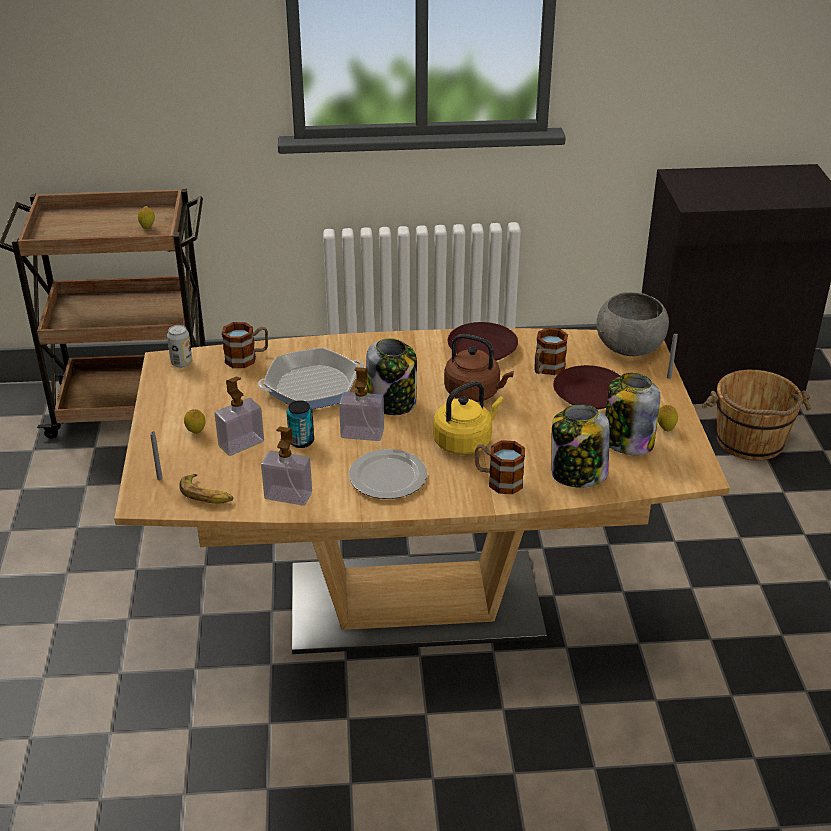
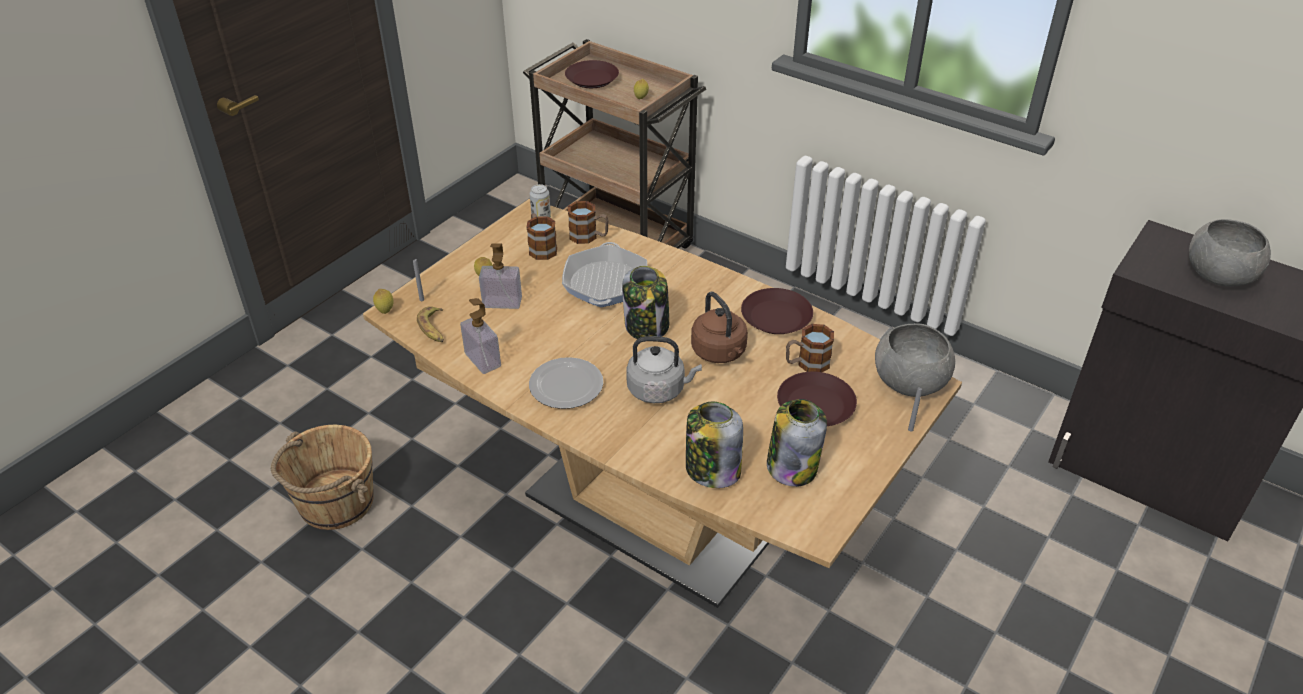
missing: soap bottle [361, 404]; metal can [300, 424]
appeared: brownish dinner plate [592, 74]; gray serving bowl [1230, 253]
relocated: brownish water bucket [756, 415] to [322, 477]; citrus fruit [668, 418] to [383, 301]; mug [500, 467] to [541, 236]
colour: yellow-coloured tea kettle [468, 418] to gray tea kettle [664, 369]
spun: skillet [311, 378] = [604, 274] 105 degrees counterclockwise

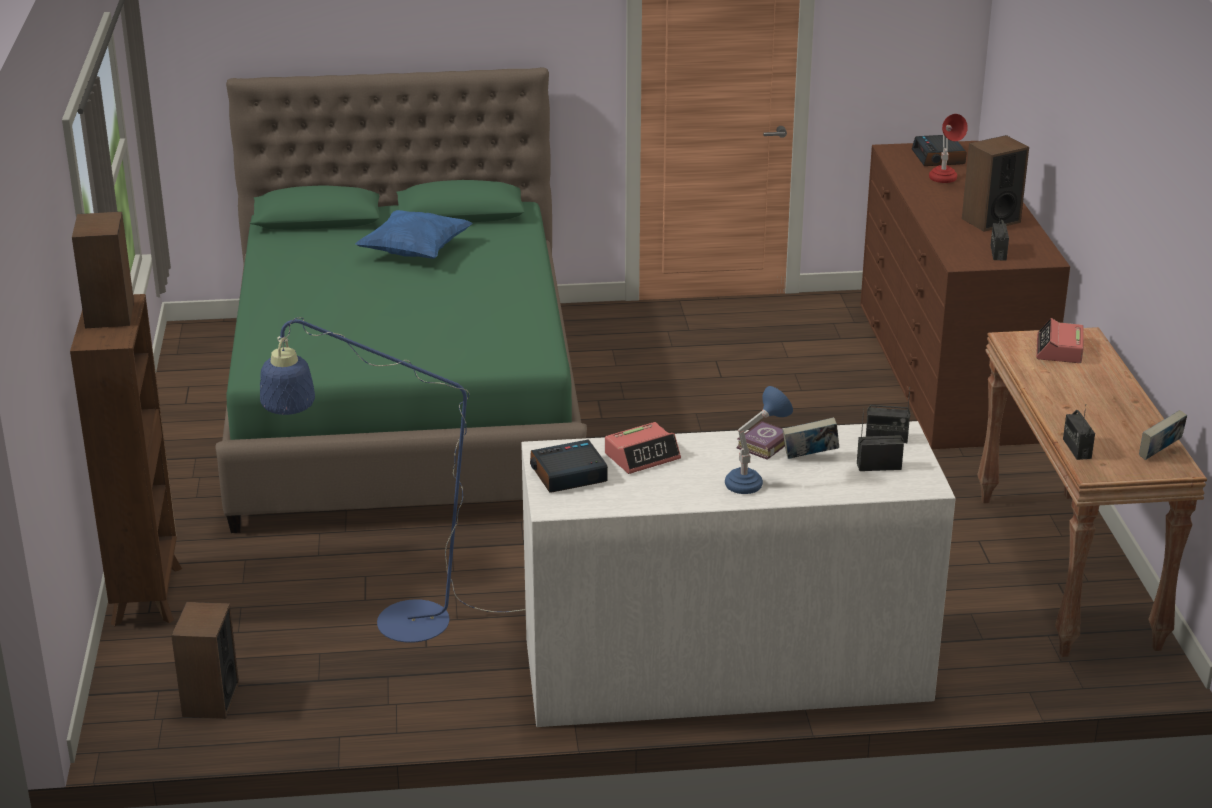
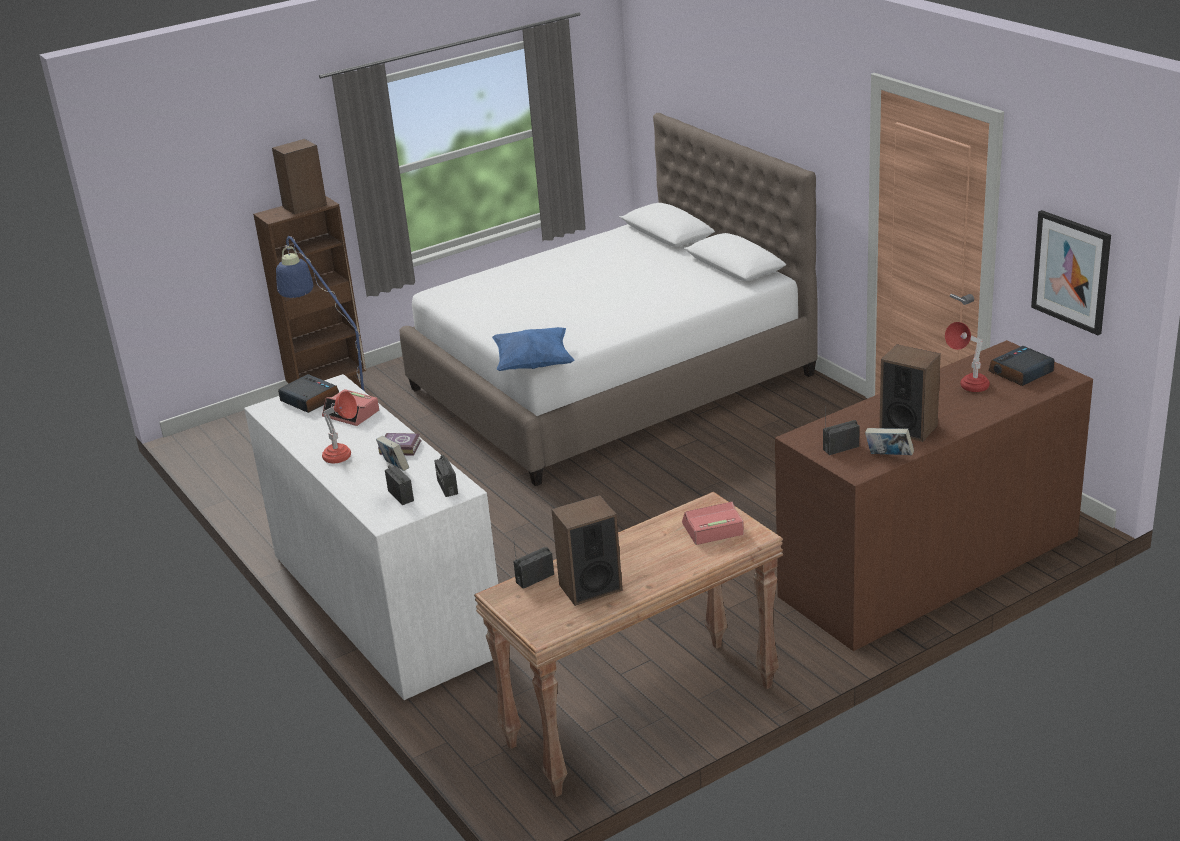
appeared: wall art [1071, 272]
relocated: blue throw pillow [414, 234] to [533, 349]; bound book [1163, 435] to [889, 441]; audio speaker [205, 660] to [586, 550]
colour: greenish bedroom bed [401, 300] to white-coloured bedroom bed [608, 299]; blue lamp for a table [759, 440] to red-coloured lamp for a table [339, 427]

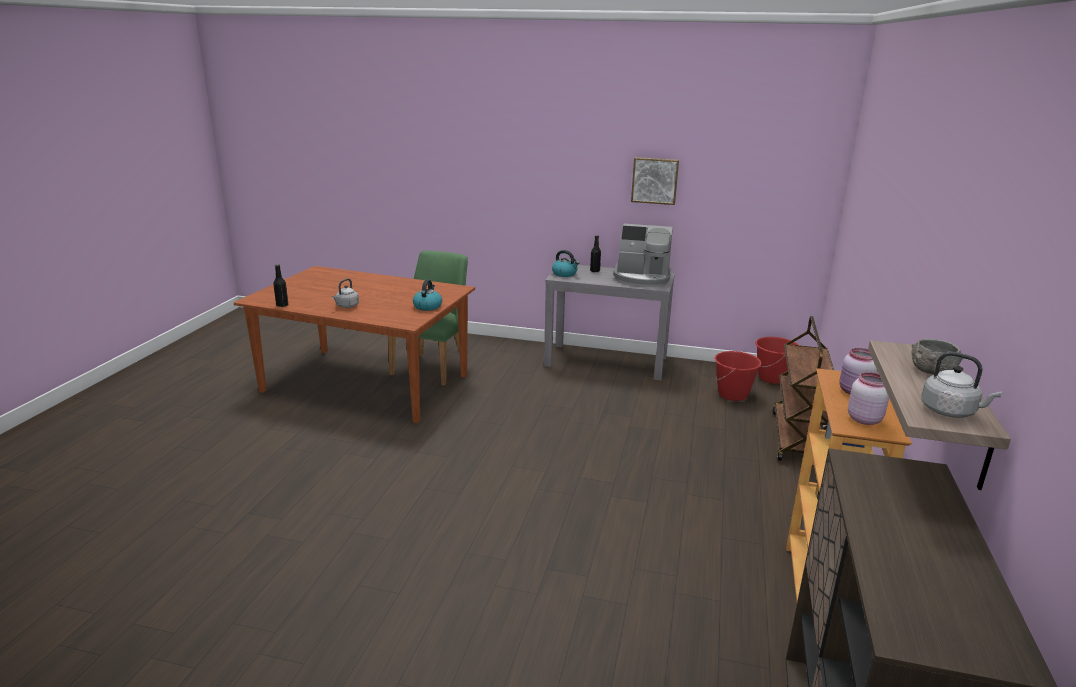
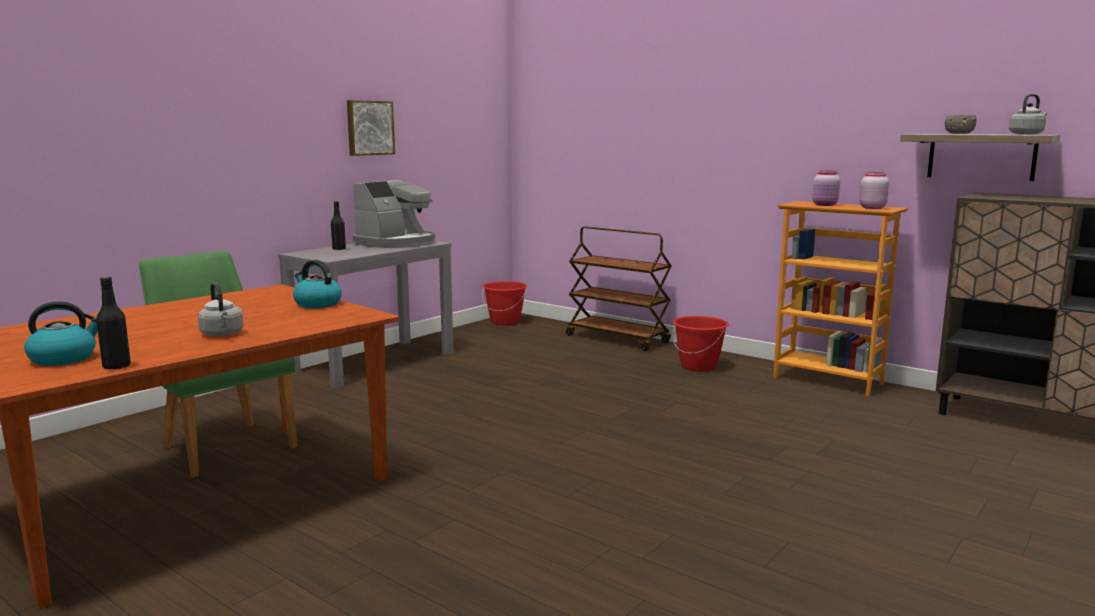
relocated: tea kettle [565, 263] to [61, 333]; red-coloured water bucket [738, 376] to [701, 344]

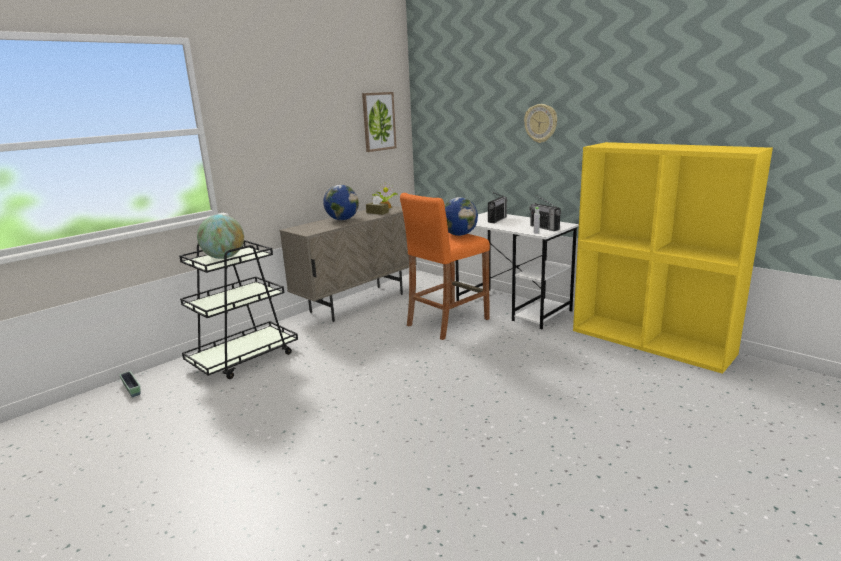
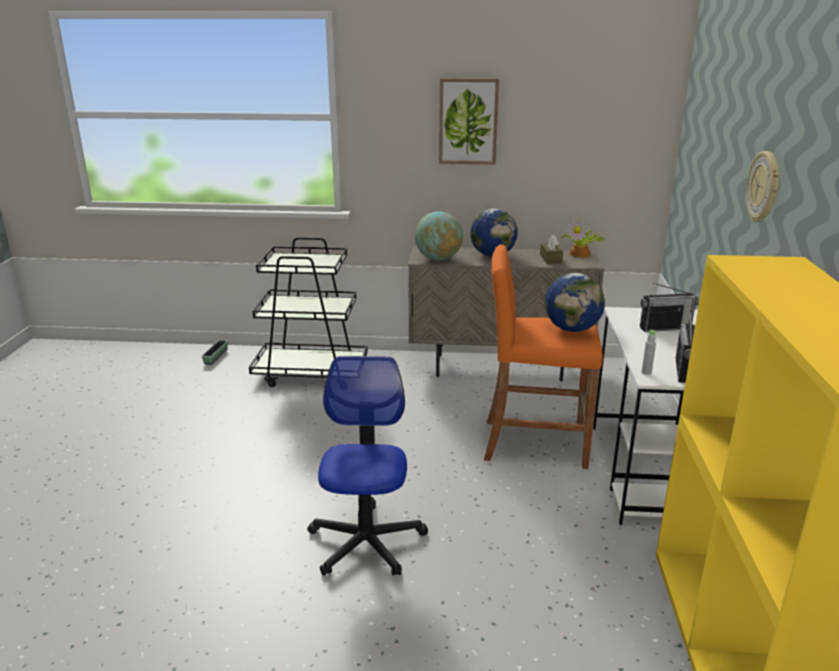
appeared: office chair [368, 466]
relocated: wall art [379, 122] to [469, 121]; globe [220, 236] to [439, 235]

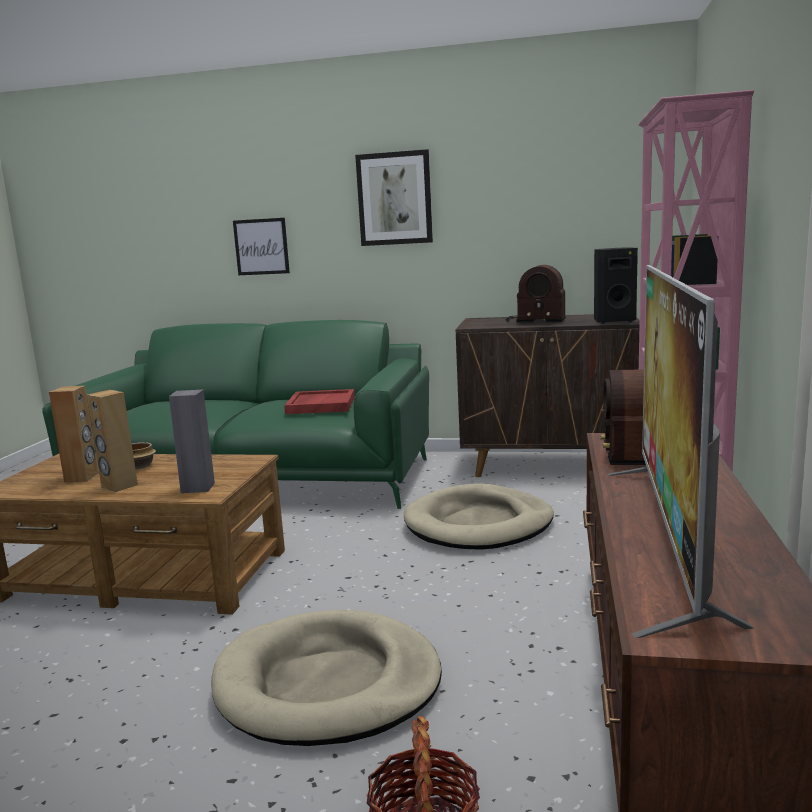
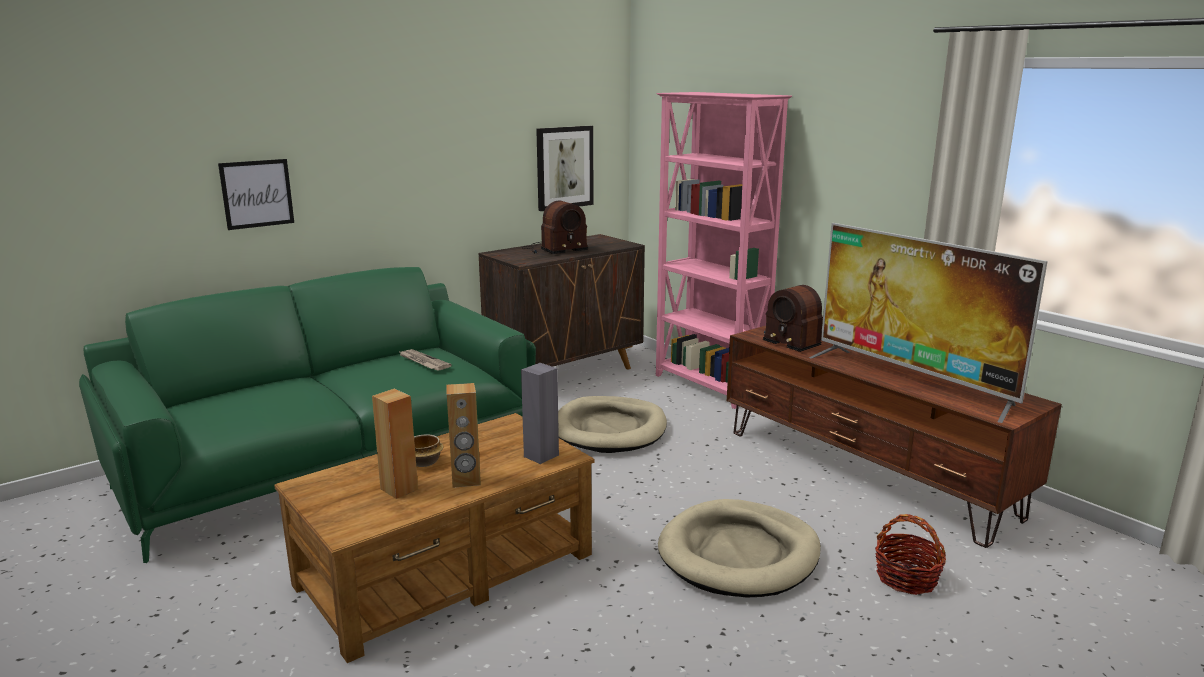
missing: black audio speaker [616, 285]
relocated: wall art [394, 197] to [564, 168]
exchanged: red-coloured tray [319, 401] to printed paper [425, 360]

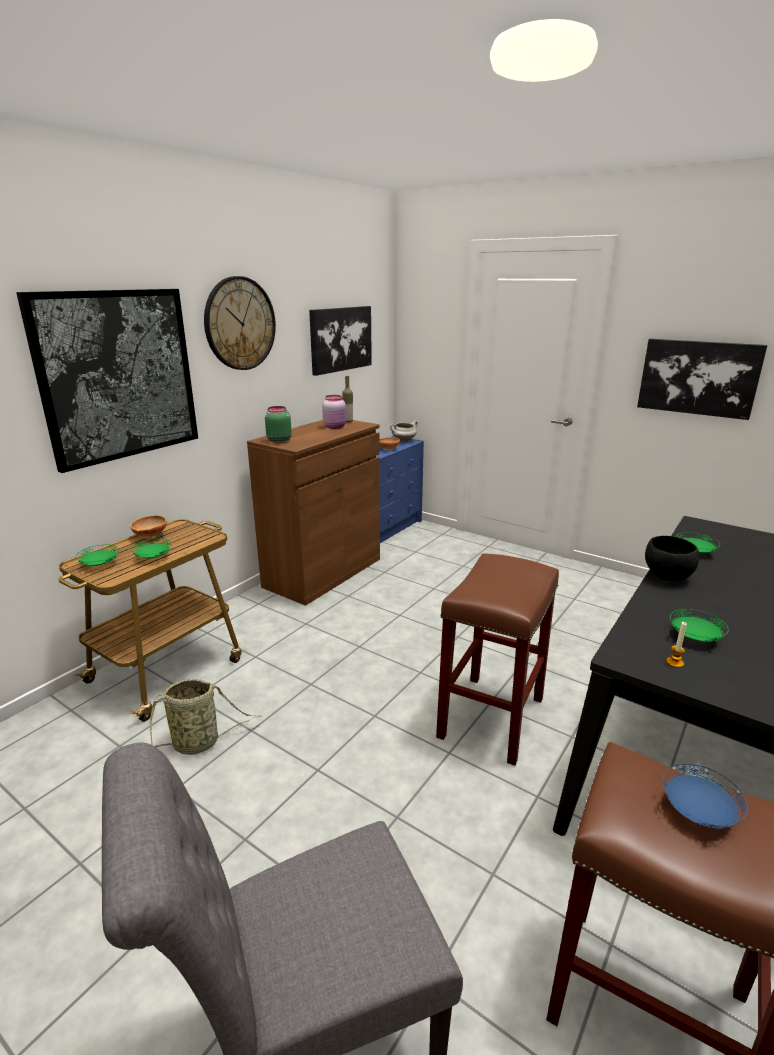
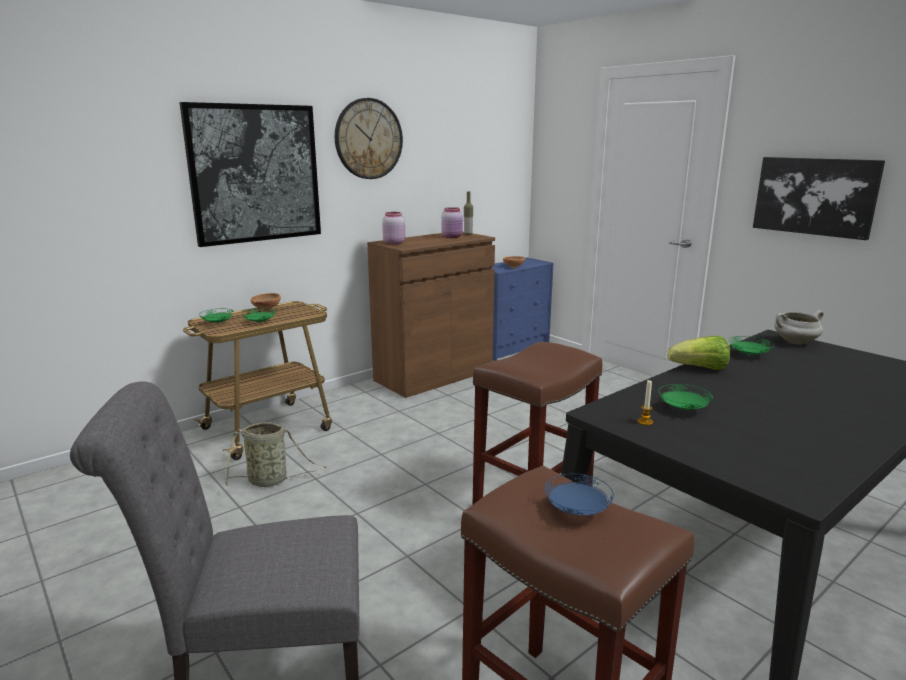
missing: wall art [340, 341]
relocated: white-coloured cooking pot [404, 431] to [799, 327]
exchanged: black serving bowl [672, 558] to lettuce head [698, 353]
colour: greenish storage jar [278, 424] to pink storage jar [393, 228]

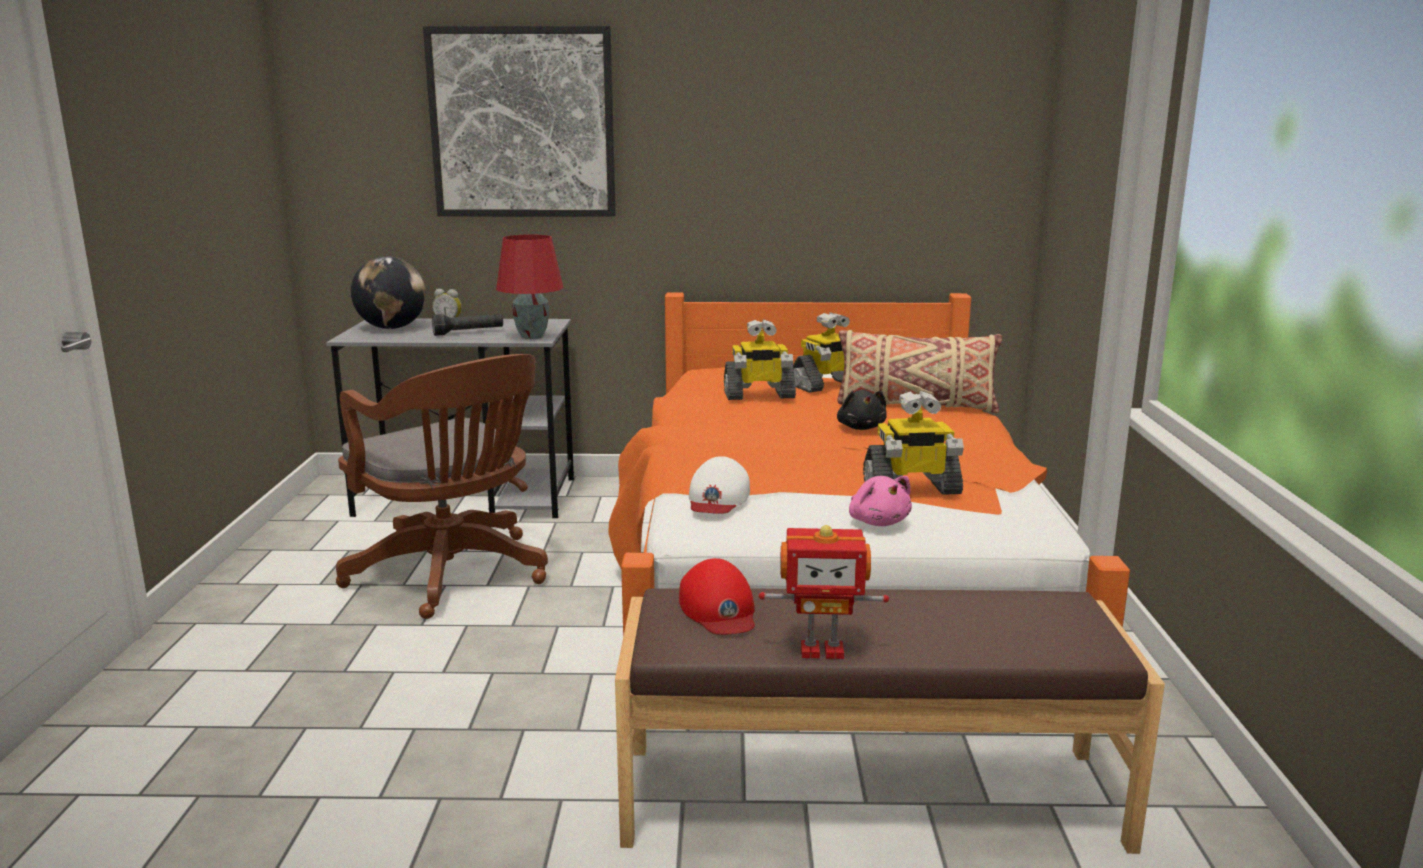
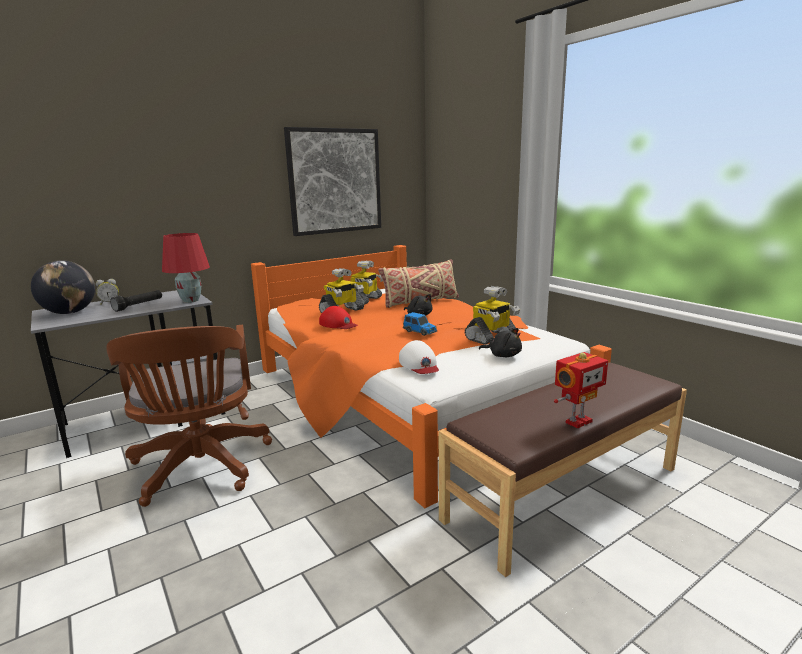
appeared: toy car [420, 324]
relocated: wall art [519, 121] to [332, 181]; red-coloured baseball cap [717, 596] to [338, 317]
colour: pink plush toy [880, 501] to black plush toy [500, 342]
spun: brownish office chair [442, 486] = [189, 416] 60 degrees clockwise

